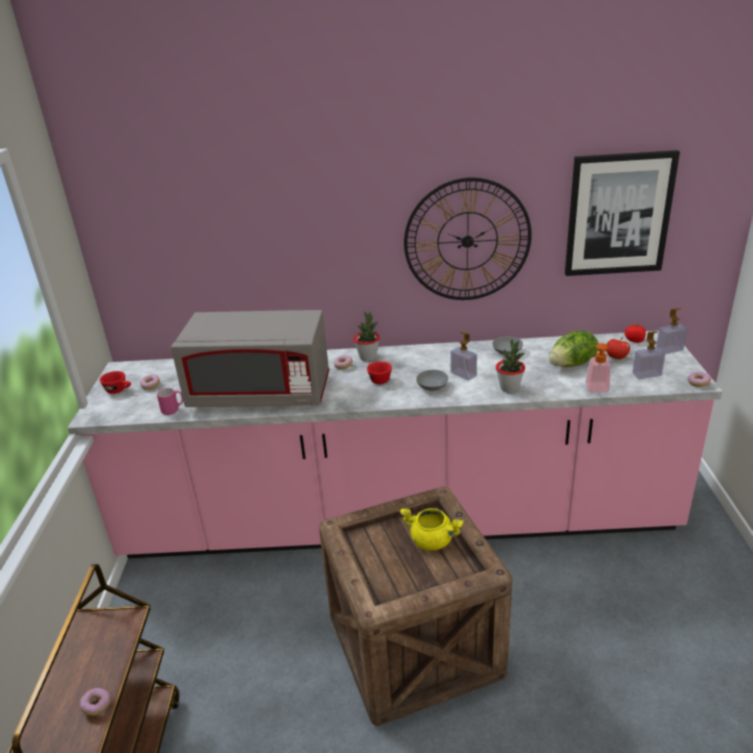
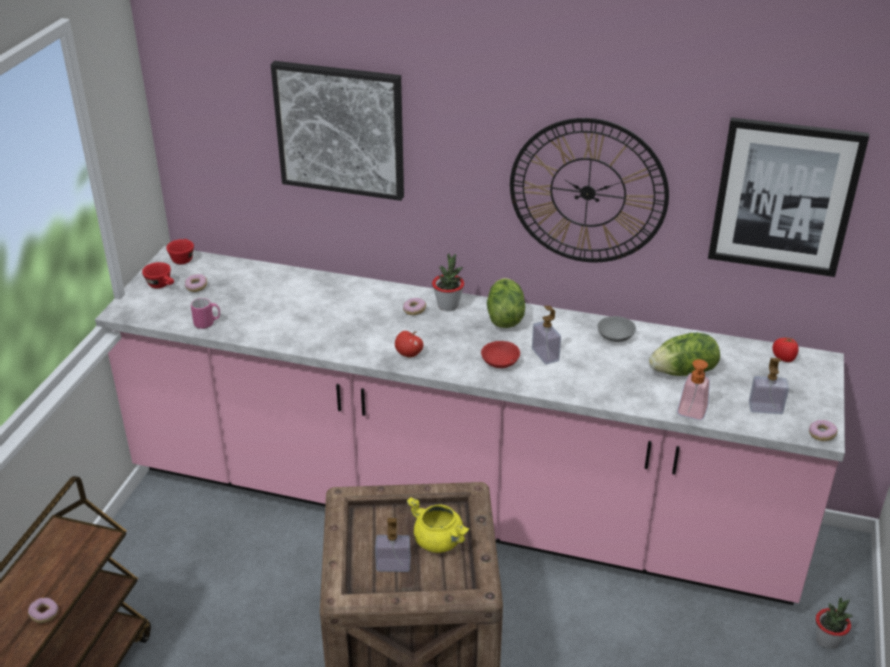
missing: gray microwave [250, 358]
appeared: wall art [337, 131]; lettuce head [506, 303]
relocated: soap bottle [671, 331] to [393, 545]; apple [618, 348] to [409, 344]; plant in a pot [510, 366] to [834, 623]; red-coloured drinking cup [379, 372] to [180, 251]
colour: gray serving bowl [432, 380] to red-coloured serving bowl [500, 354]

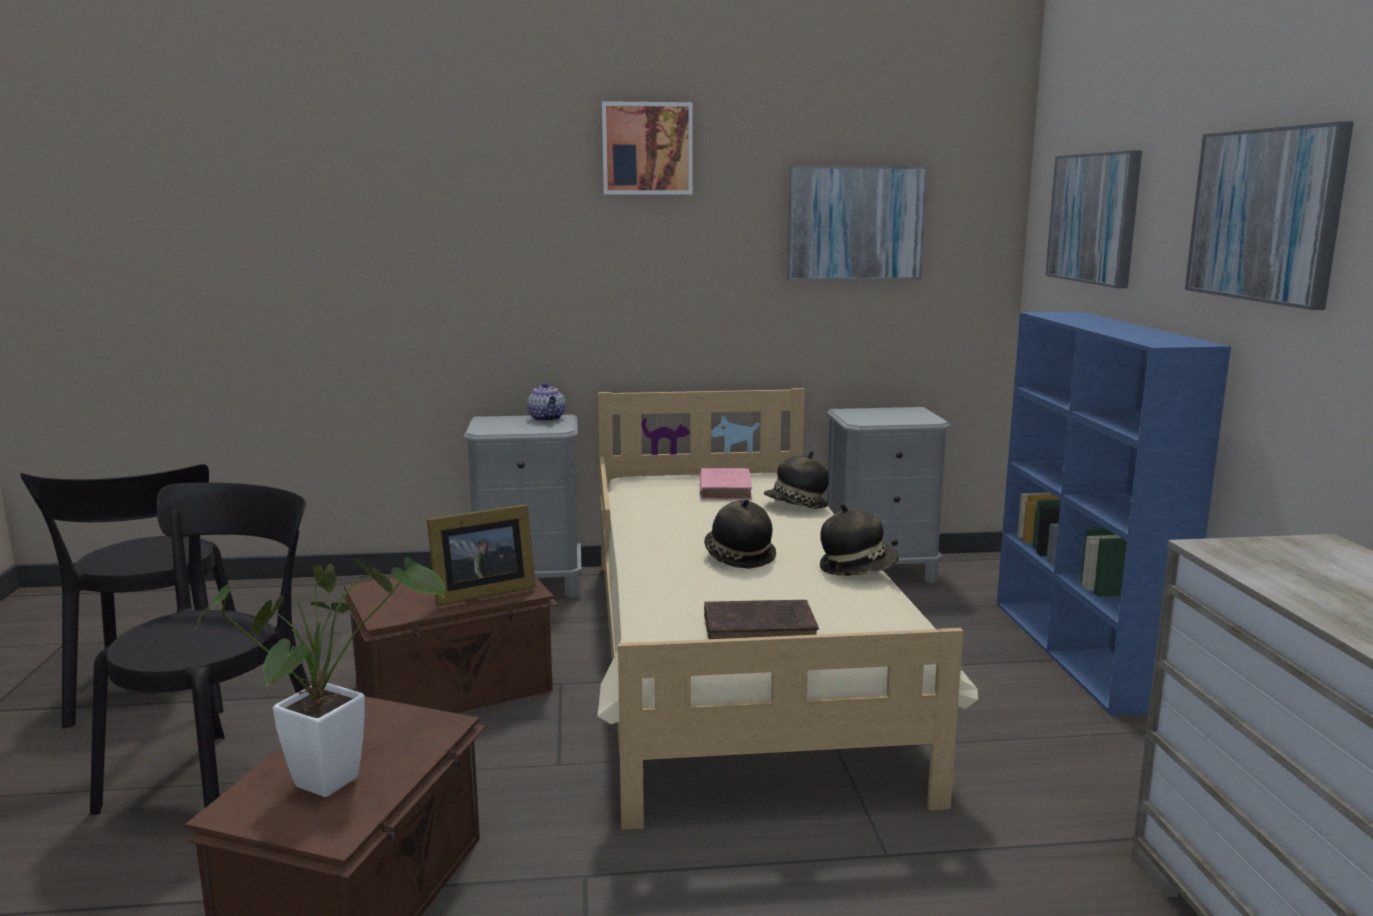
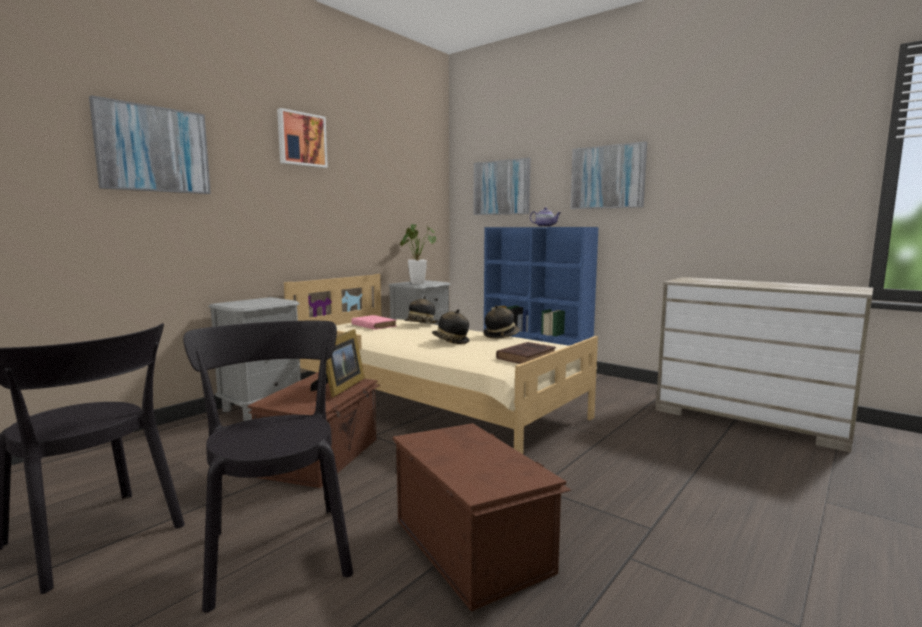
relocated: wall art [857, 223] to [150, 144]; pot for tea [546, 401] to [545, 217]; plant in a pot [319, 677] to [418, 254]

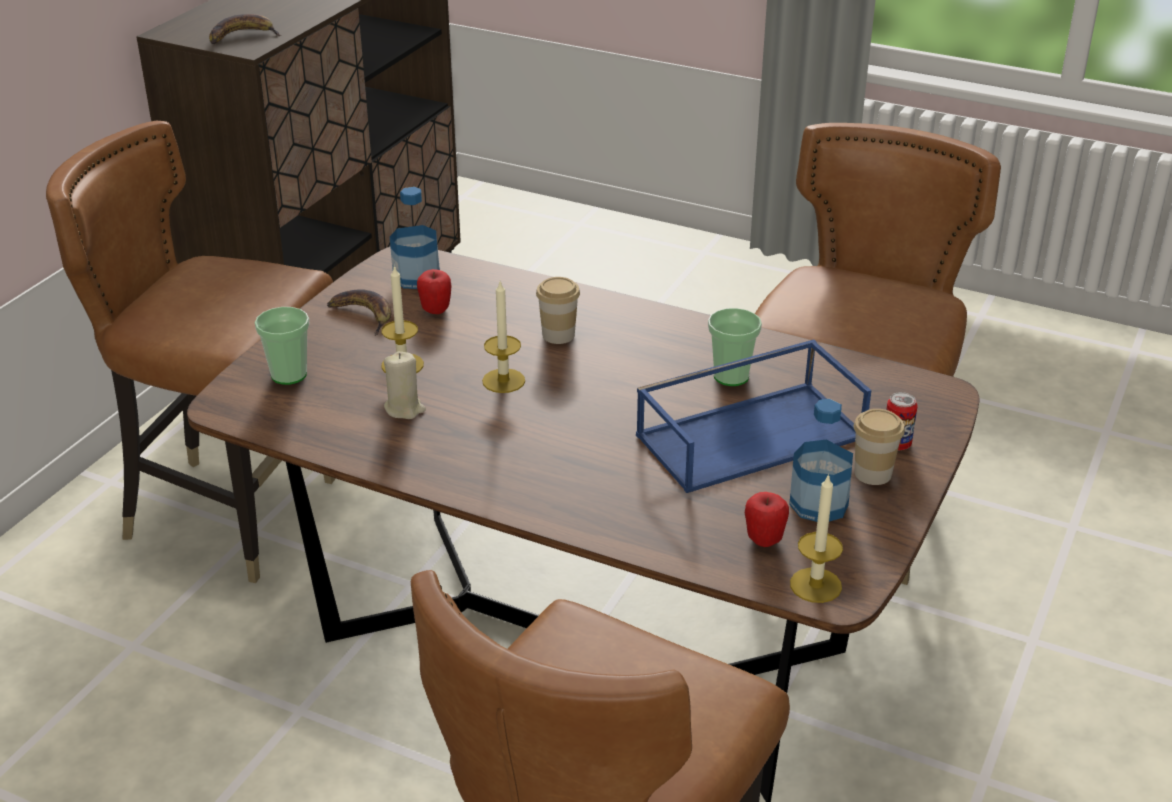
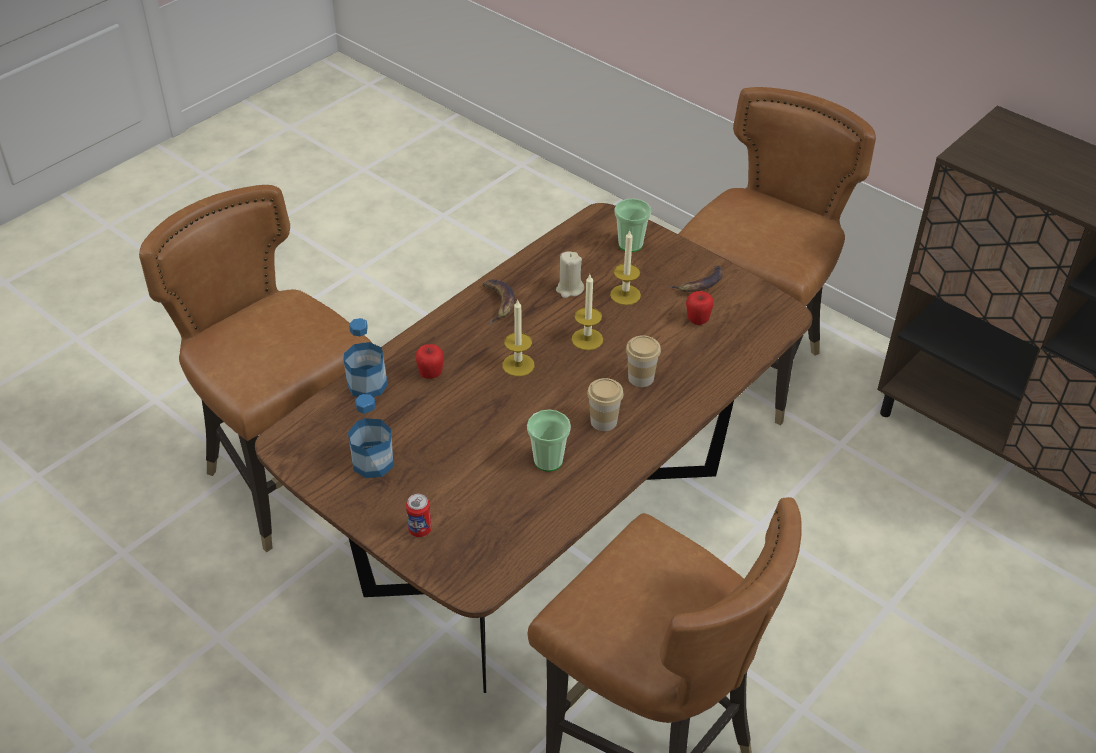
missing: blue tray [754, 416]
relocated: whole banana [245, 29] to [498, 301]; bottle [415, 238] to [365, 357]; drinking cup [879, 447] to [605, 404]; wax candle [816, 538] to [518, 338]; apple [767, 519] to [430, 361]

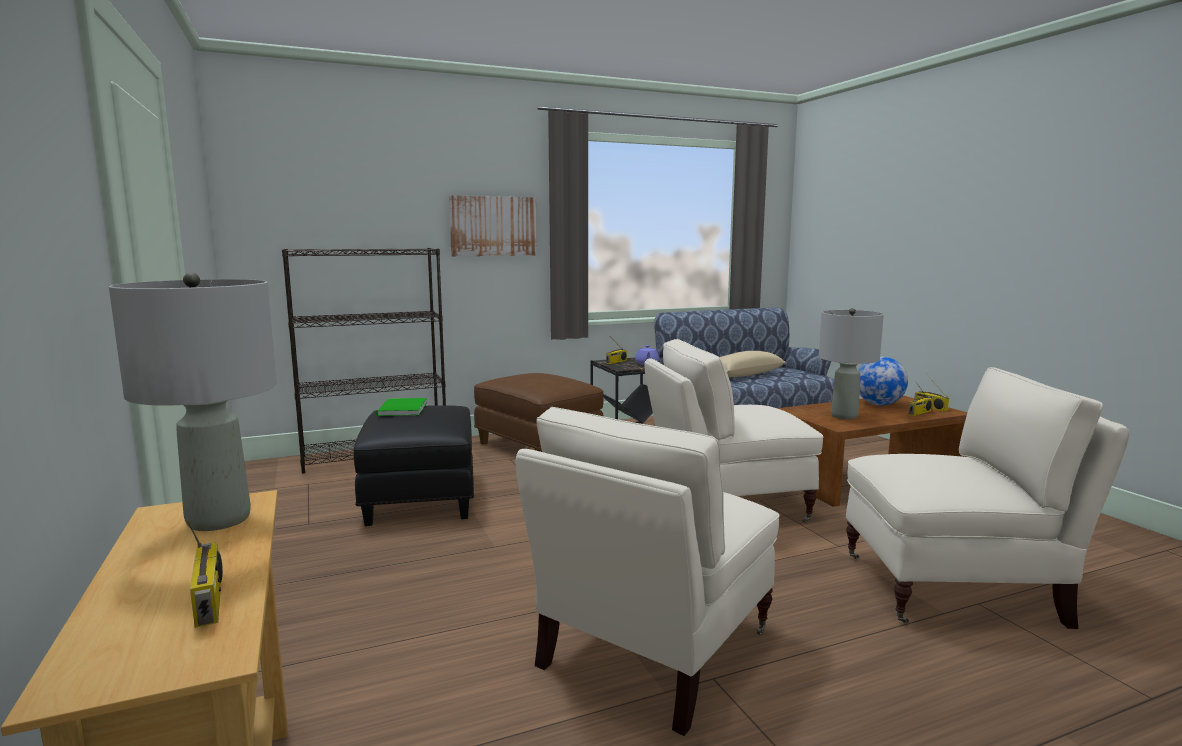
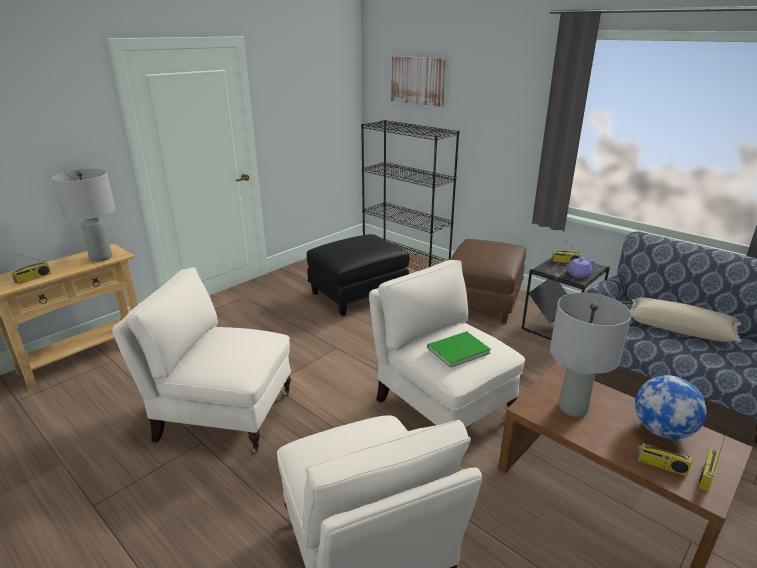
relocated: wall art [493, 226] to [418, 81]; greenish bound book [401, 407] to [459, 349]

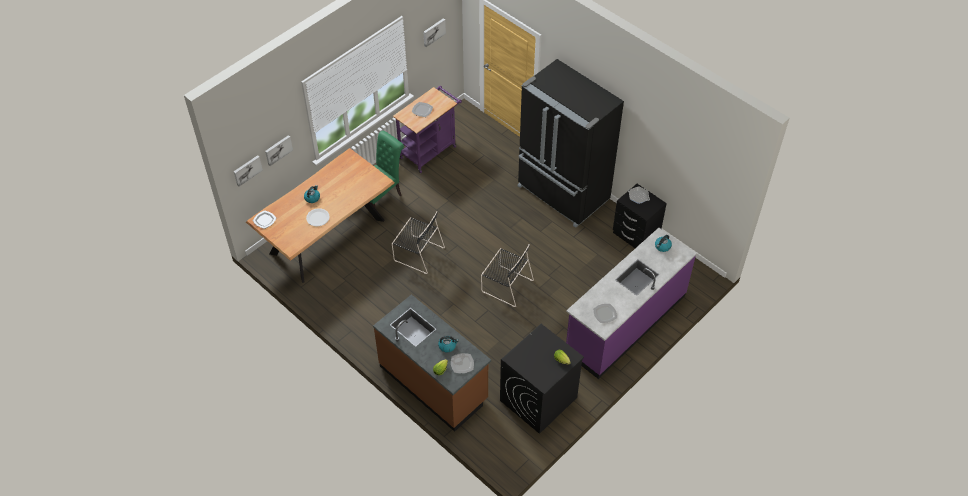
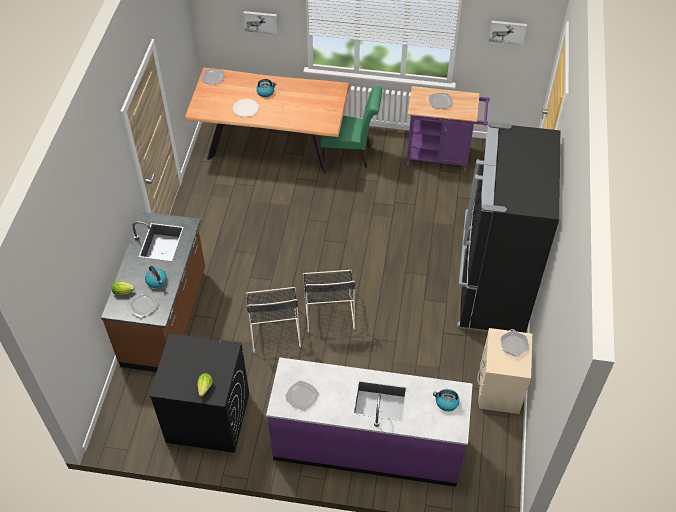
missing: wall art [248, 171]
relocated: black plain chair [418, 242] to [273, 320]
colour: black bedside table [640, 216] to sand-coloured bedside table [504, 371]

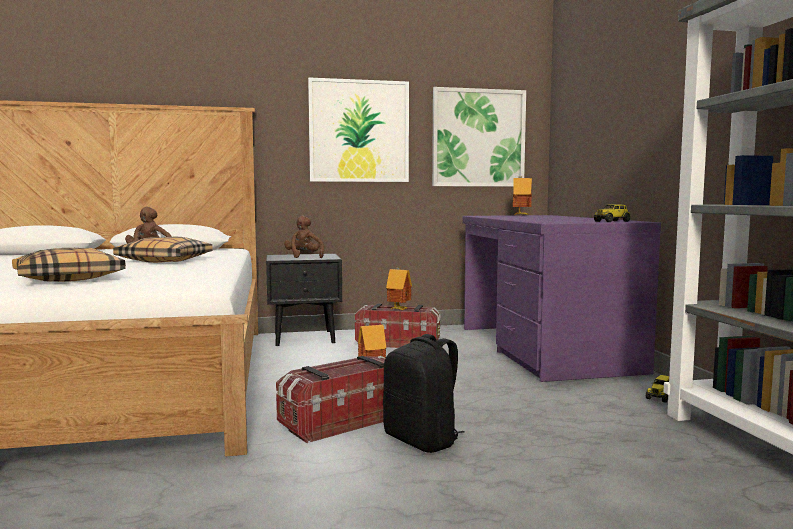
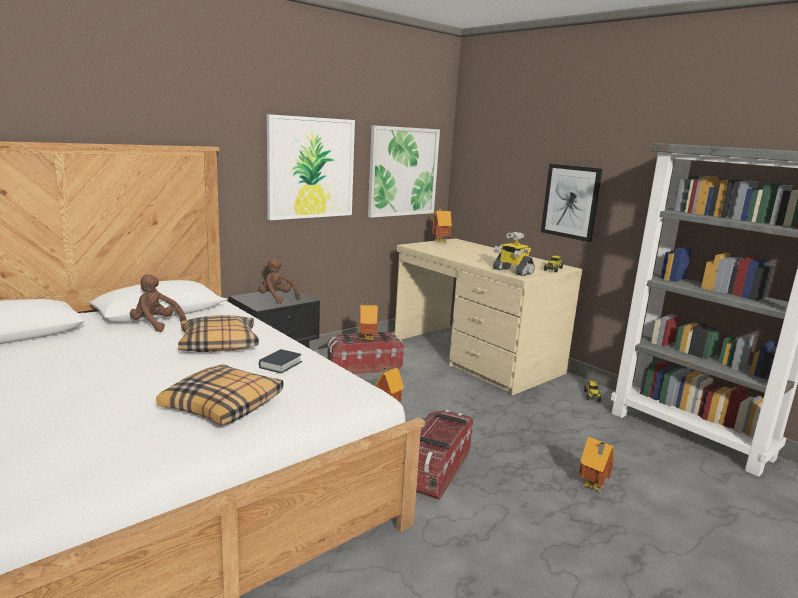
missing: black rucksack [423, 393]
appeared: wall art [572, 203]; robot figure [514, 254]; bound book [280, 361]; model house [596, 464]
colour: purple-coloured desk table [562, 298] to sand-coloured desk table [488, 316]

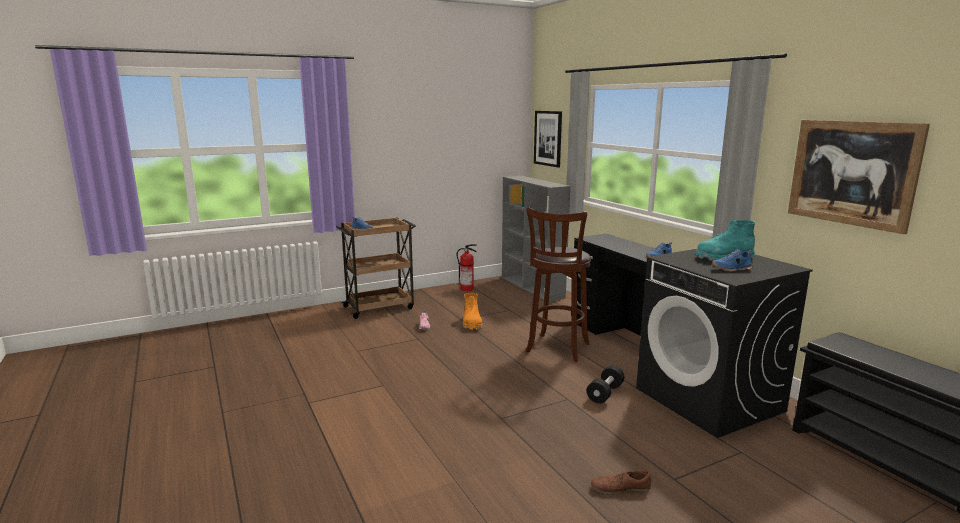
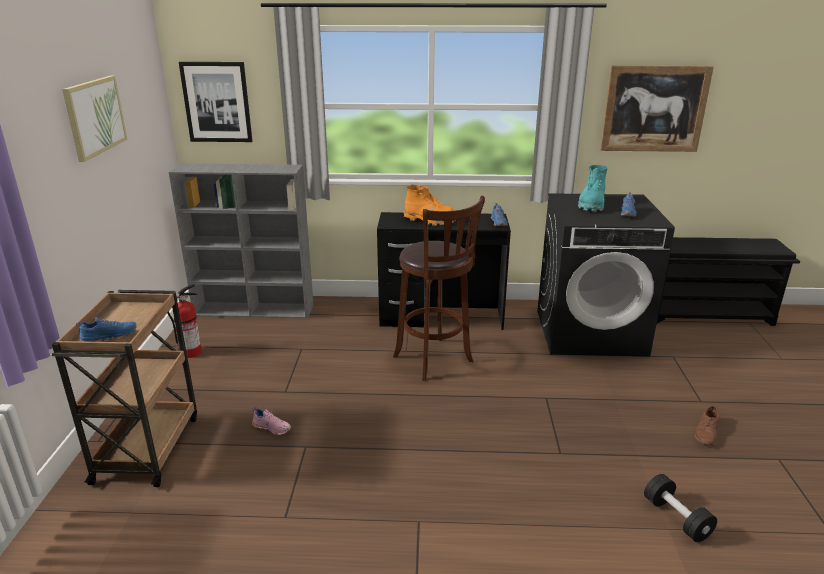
appeared: wall art [95, 118]
relocated: orange-coloured tall boot [473, 311] to [430, 205]; black free weight [606, 384] to [680, 508]

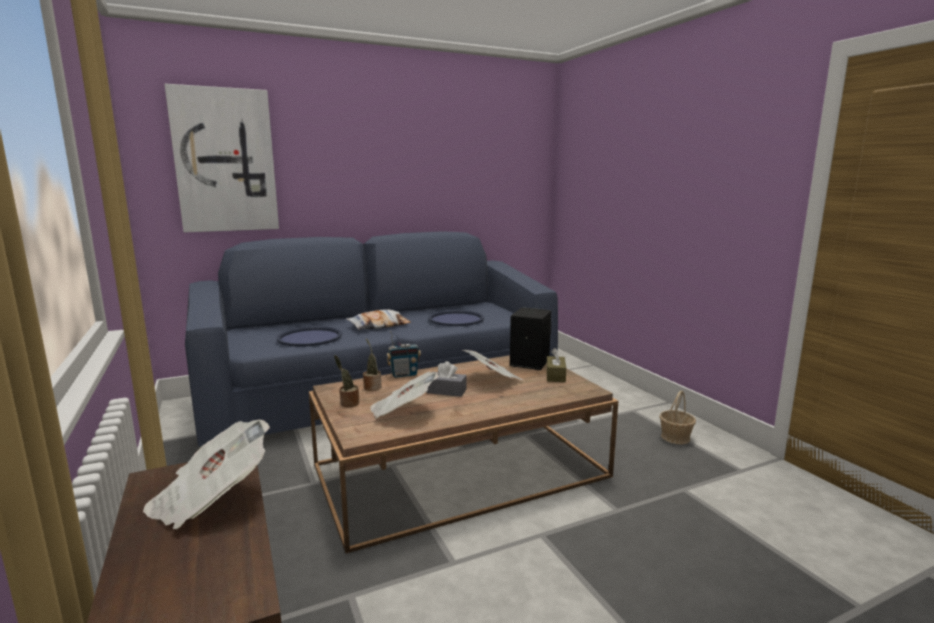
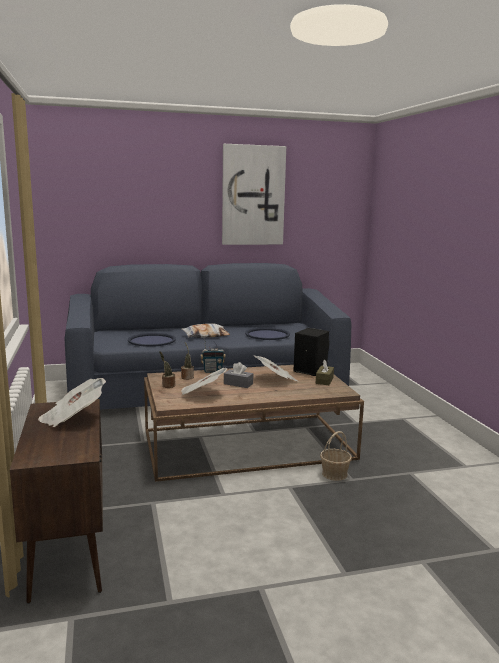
relocated: wall art [221, 158] to [254, 194]; storage basket [677, 417] to [336, 456]

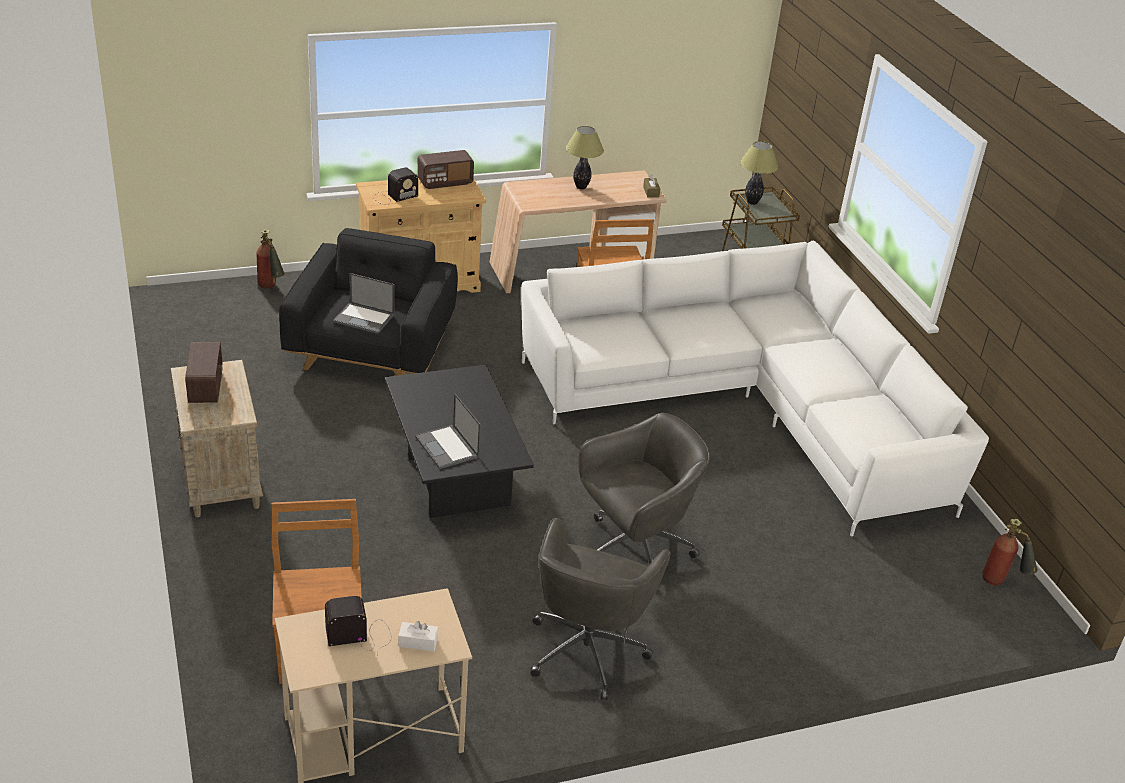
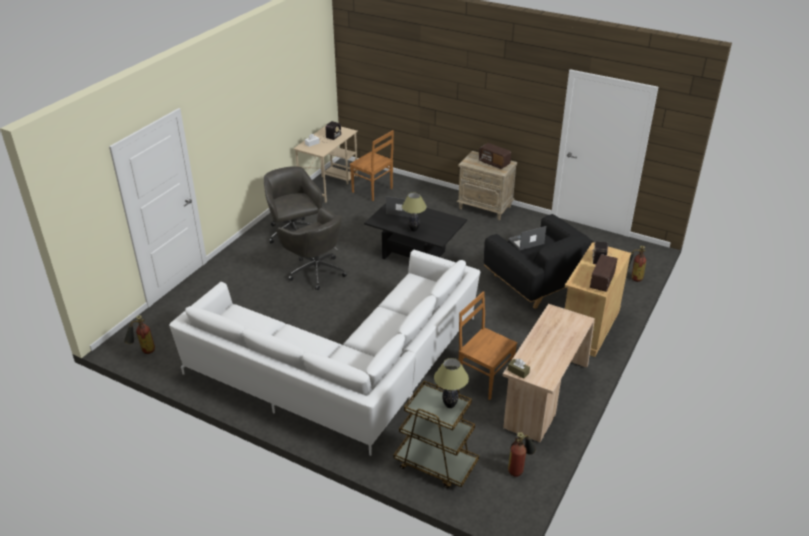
appeared: fire-fighting cylinder [522, 454]
relocated: lamp for a table [585, 157] to [414, 212]
spun: gray office chair [644, 499] = [312, 249] 60 degrees counterclockwise

